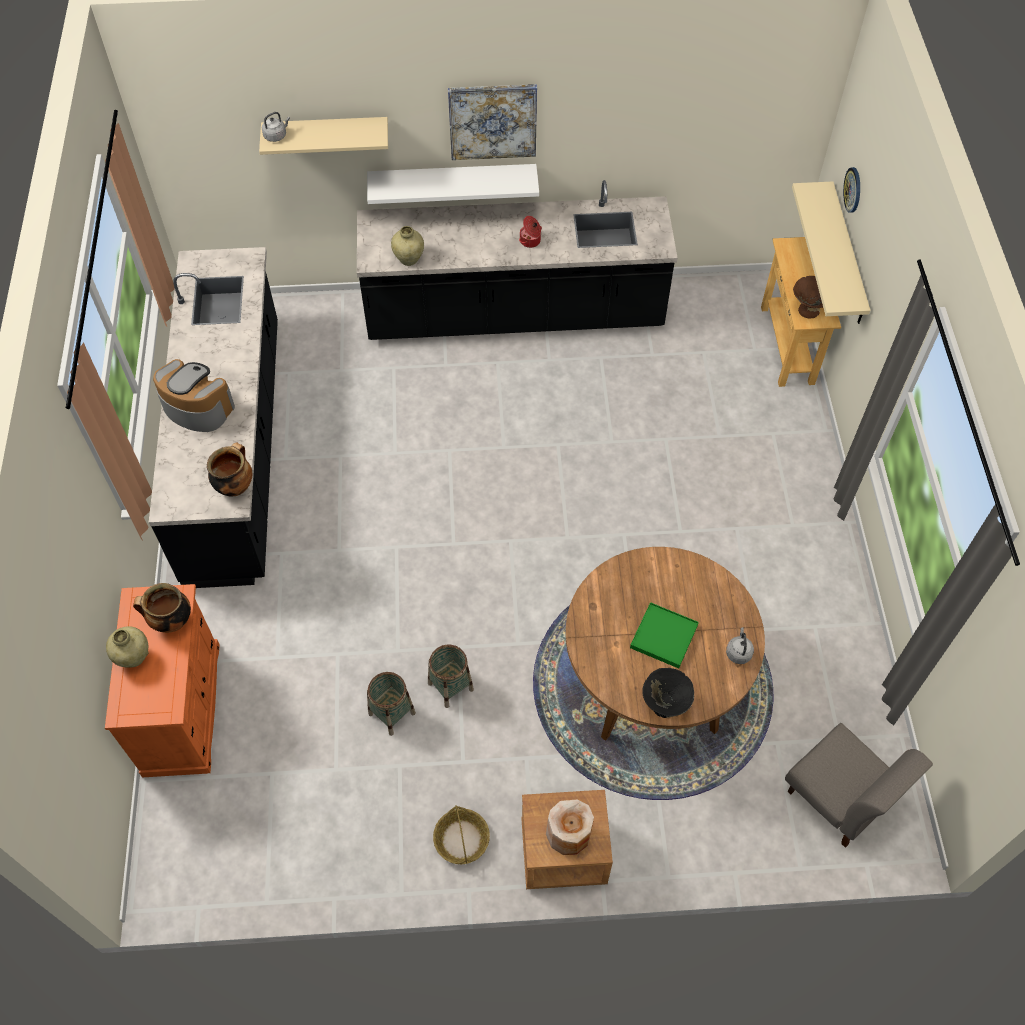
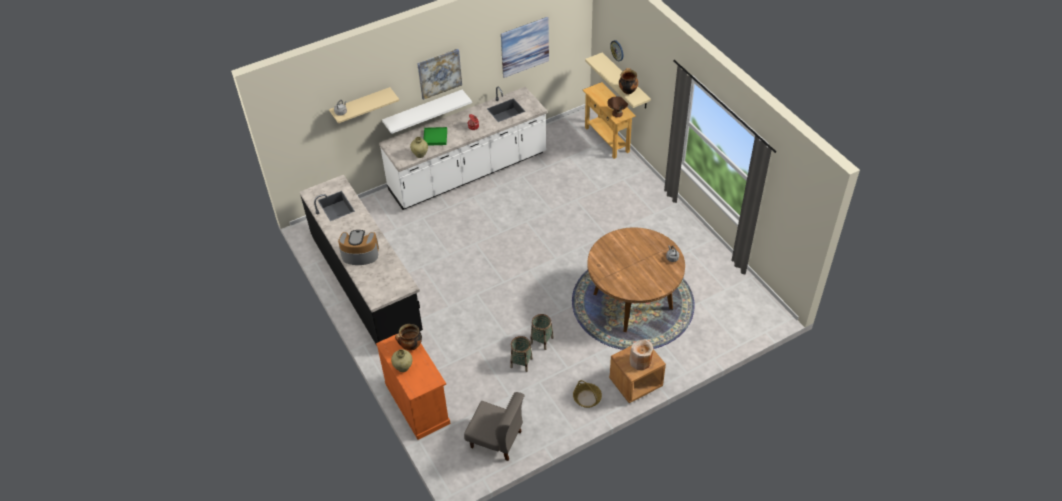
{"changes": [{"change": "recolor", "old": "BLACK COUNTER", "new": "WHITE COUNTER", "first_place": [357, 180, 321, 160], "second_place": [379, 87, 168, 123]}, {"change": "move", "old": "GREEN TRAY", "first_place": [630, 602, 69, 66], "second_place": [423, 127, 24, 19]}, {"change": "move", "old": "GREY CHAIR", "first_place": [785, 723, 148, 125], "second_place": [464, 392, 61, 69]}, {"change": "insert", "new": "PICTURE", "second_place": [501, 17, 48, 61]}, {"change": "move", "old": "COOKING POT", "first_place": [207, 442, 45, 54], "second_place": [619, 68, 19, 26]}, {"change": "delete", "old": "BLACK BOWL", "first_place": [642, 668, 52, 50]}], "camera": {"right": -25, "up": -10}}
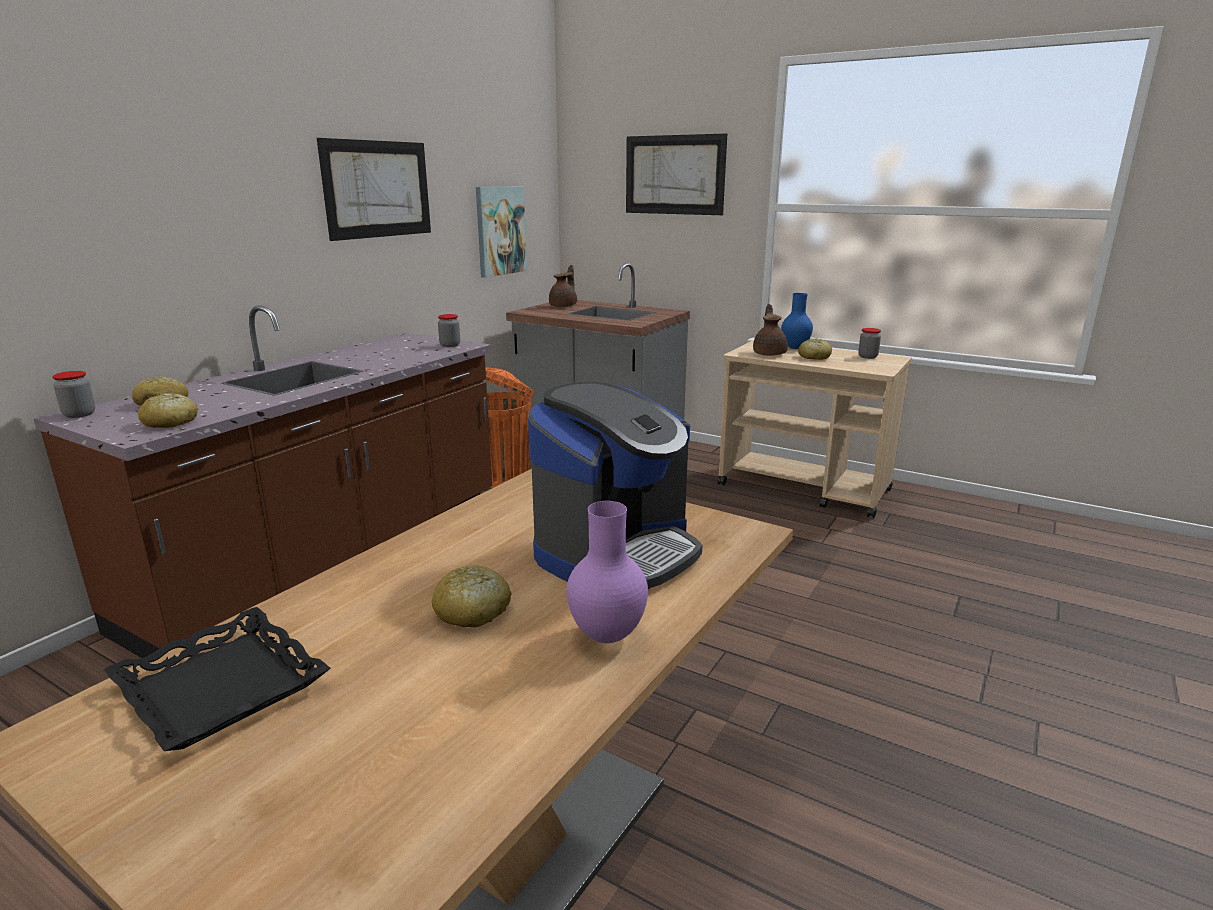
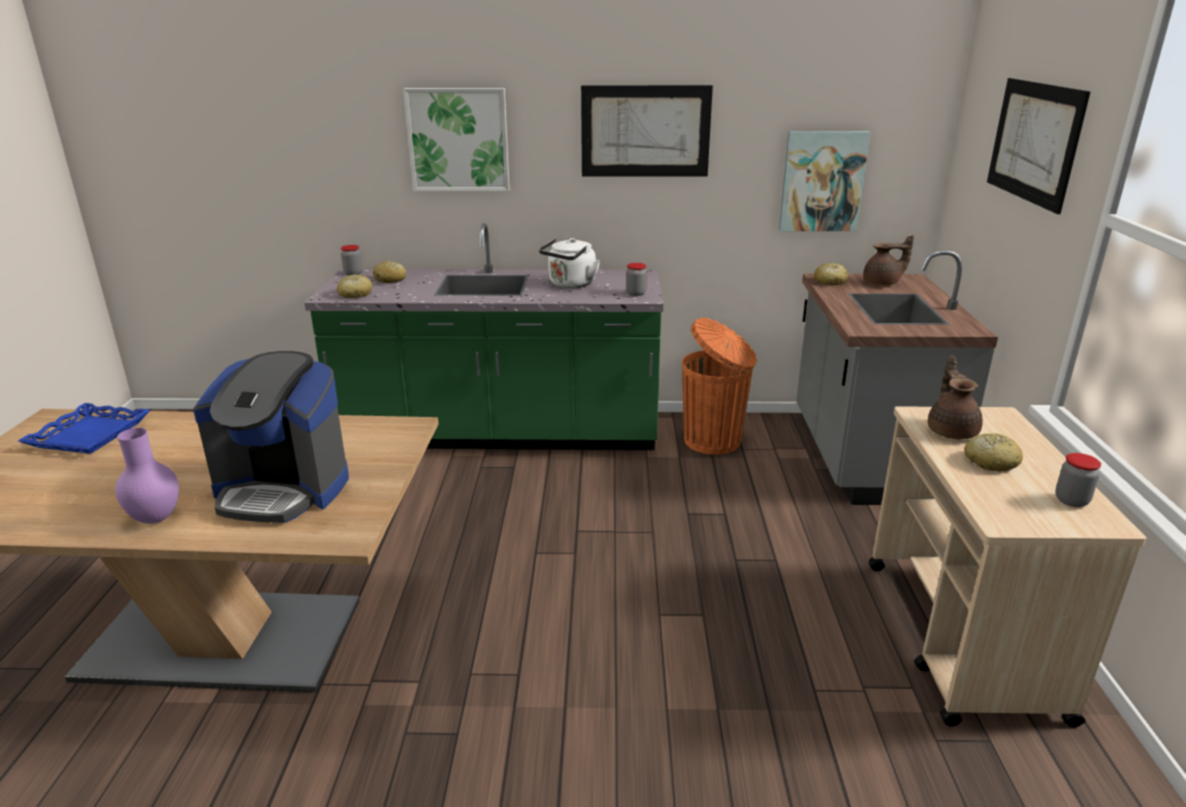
{"changes": [{"change": "recolor", "old": "BLACK TRAY", "new": "BLUE TRAY", "first_place": [103, 607, 228, 144], "second_place": [18, 403, 132, 51]}, {"change": "recolor", "old": "BROWN COUNTER", "new": "GREEN COUNTER", "first_place": [34, 305, 458, 353], "second_place": [305, 223, 358, 227]}, {"change": "insert", "new": "PICTURE", "second_place": [403, 88, 107, 103]}, {"change": "insert", "new": "WHITE KETTLE", "second_place": [539, 238, 61, 50]}, {"change": "move", "old": "BREAD", "first_place": [432, 565, 80, 63], "second_place": [814, 262, 34, 23]}, {"change": "rotate", "old": "BROWN TEAPOT", "first_place": [753, 304, 35, 52], "second_place": [928, 356, 55, 83], "degrees": -60}, {"change": "delete", "old": "BLUE VASE", "first_place": [781, 293, 32, 56]}], "camera": {"right": 60, "up": 5}}
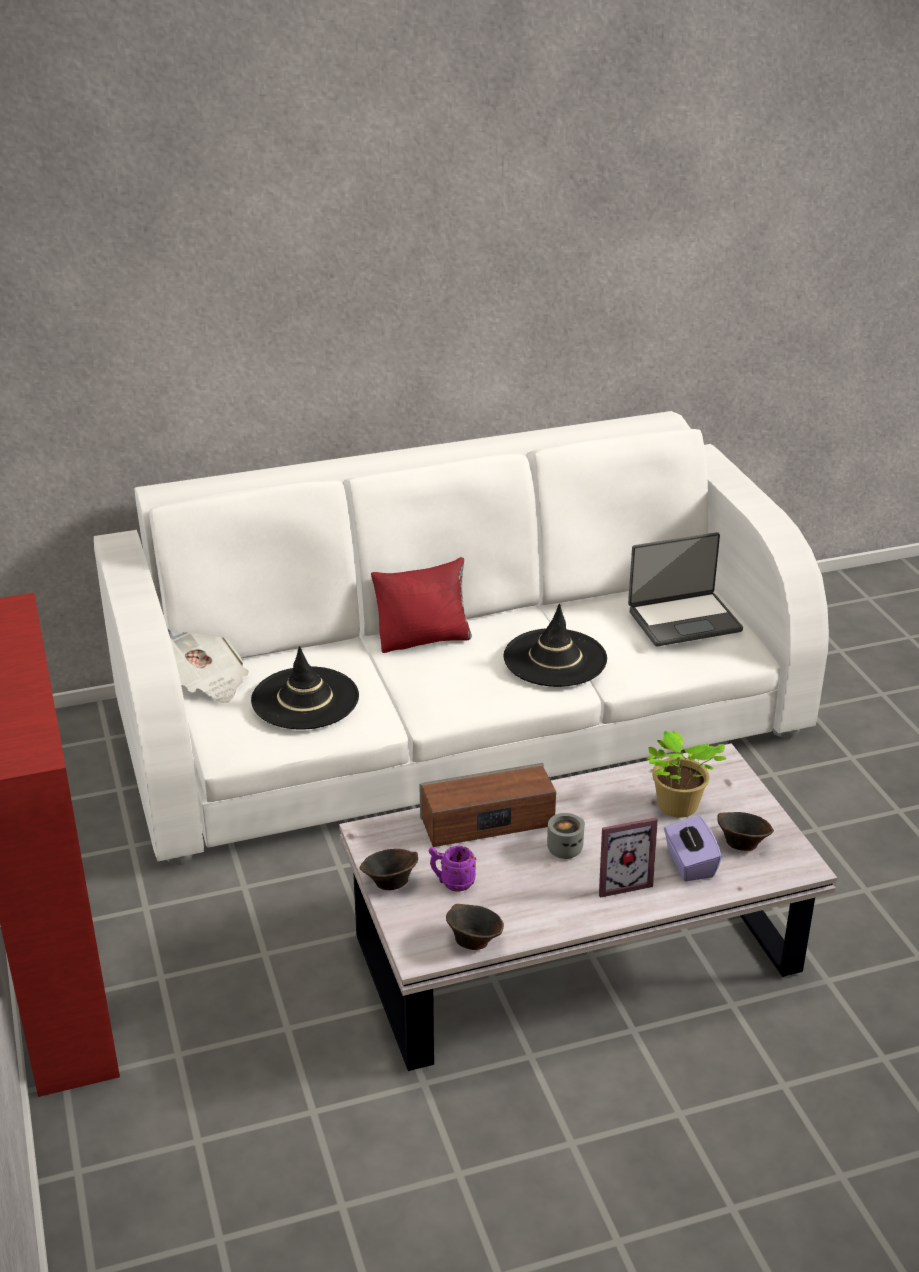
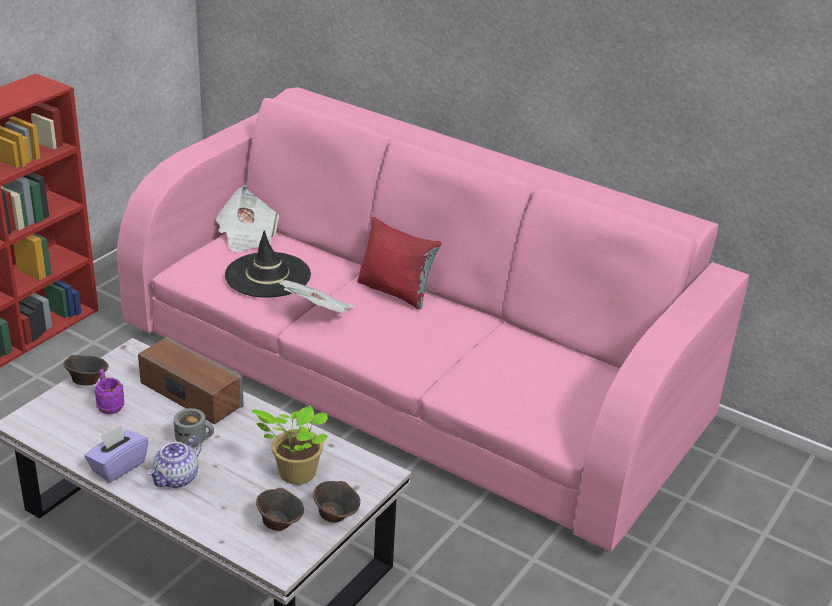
{"changes": [{"change": "move", "old": "PURPLE TISSUE BOX", "first_place": [664, 816, 58, 65], "second_place": [85, 426, 64, 56]}, {"change": "recolor", "old": "WHITE SOFA", "new": "PINK SOFA", "first_place": [94, 411, 735, 454], "second_place": [117, 87, 632, 465]}, {"change": "replace", "old": "PICTURE FRAME", "new": "TEAPOT", "first_place": [599, 818, 59, 80], "second_place": [147, 436, 55, 52]}, {"change": "insert", "new": "NEWSPAPER", "second_place": [279, 280, 76, 33]}, {"change": "move", "old": "BROWN BOWL", "first_place": [446, 904, 58, 46], "second_place": [313, 481, 47, 42]}, {"change": "delete", "old": "BLACK HAT", "first_place": [503, 604, 104, 83]}, {"change": "delete", "old": "LAPTOP", "first_place": [628, 532, 115, 115]}], "camera": {"right": 50, "up": 0}}
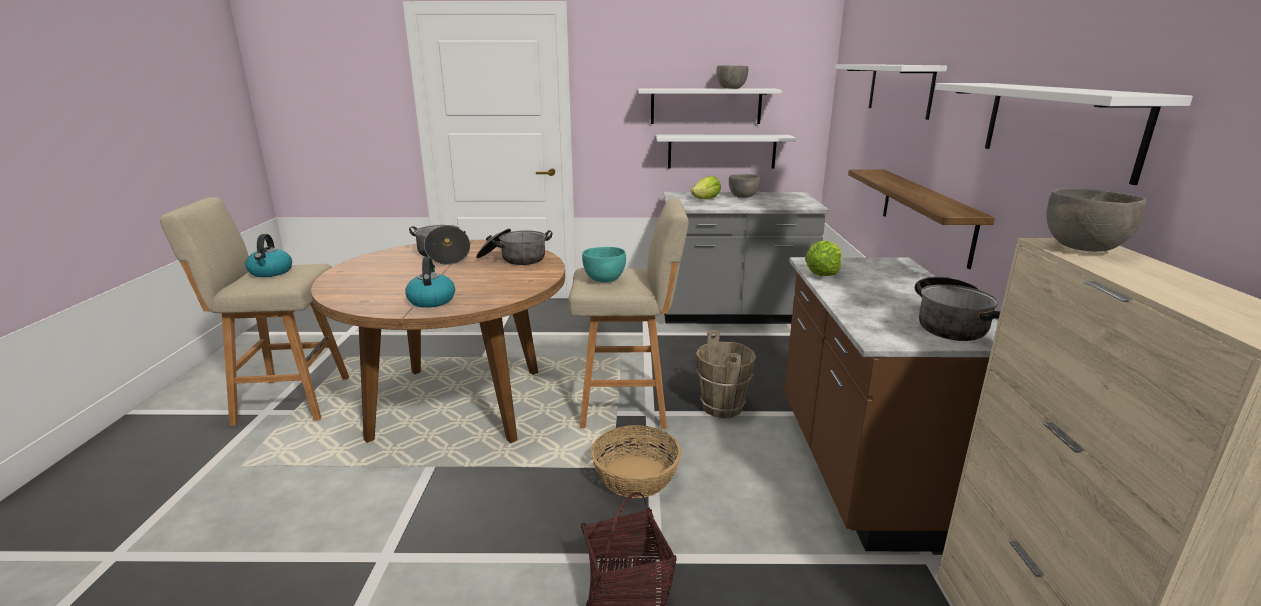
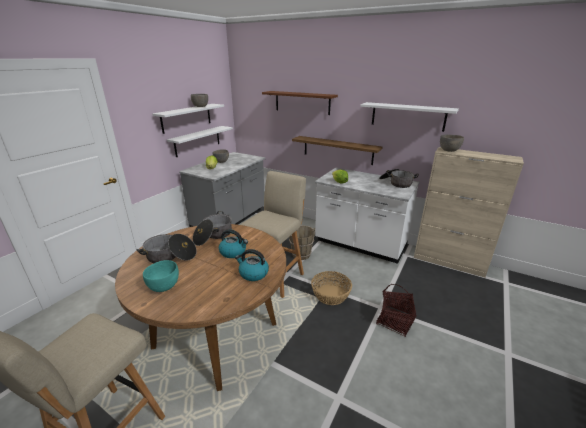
{"changes": [{"change": "move", "old": "TURQUOISE BOWL", "first_place": [582, 247, 44, 35], "second_place": [143, 260, 36, 32]}, {"change": "move", "old": "KETTLE", "first_place": [245, 234, 47, 43], "second_place": [219, 229, 29, 29]}, {"change": "recolor", "old": "WHITE SHELF", "new": "BROWN SHELF", "first_place": [836, 64, 111, 56], "second_place": [262, 91, 76, 24]}, {"change": "recolor", "old": "BROWN COUNTER", "new": "WHITE COUNTER", "first_place": [784, 257, 214, 295], "second_place": [315, 167, 105, 97]}], "camera": {"right": -60, "up": 5}}
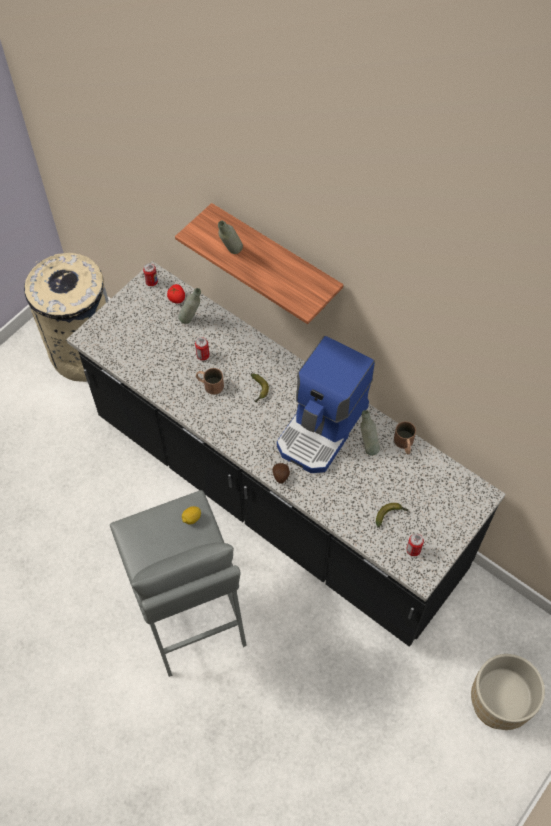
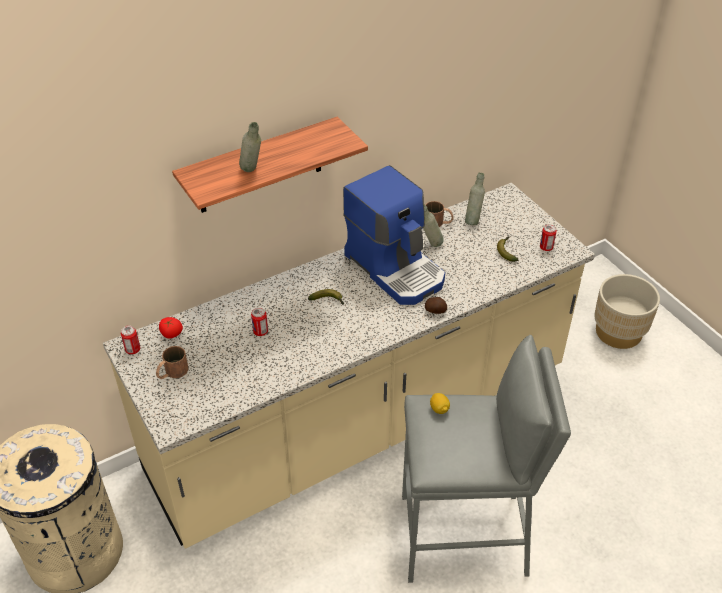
{"changes": [{"change": "recolor", "old": "BLACK COUNTER", "new": "BEIGE COUNTER", "first_place": [66, 261, 439, 386], "second_place": [103, 183, 492, 366]}, {"change": "move", "old": "BROWN MUG", "first_place": [196, 368, 28, 27], "second_place": [156, 346, 32, 33]}, {"change": "move", "old": "GREY BOTTLE", "first_place": [178, 288, 23, 36], "second_place": [465, 172, 20, 53]}], "camera": {"right": -70, "up": -15}}
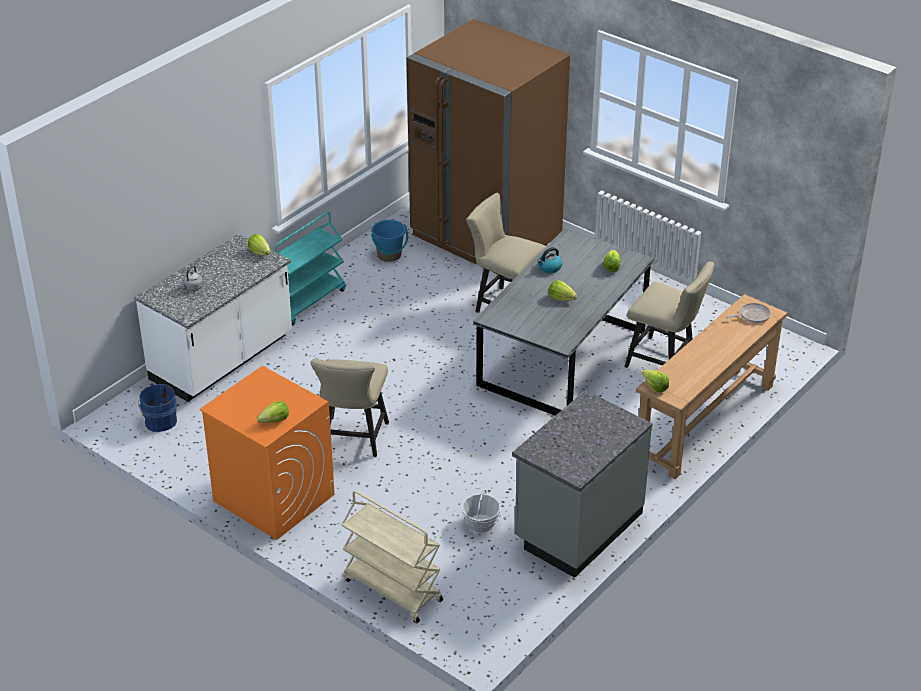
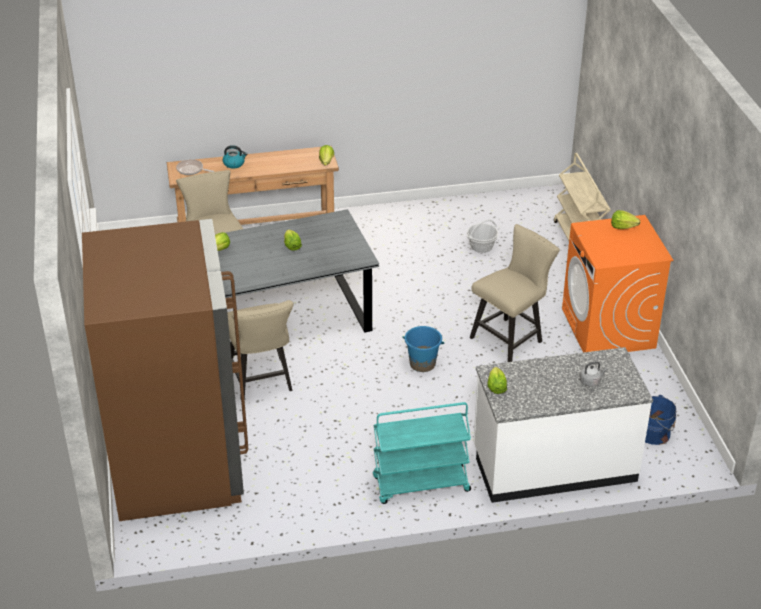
{"changes": [{"change": "move", "old": "KETTLE", "first_place": [537, 247, 25, 26], "second_place": [223, 145, 24, 24]}, {"change": "move", "old": "BLUE BUCKET", "first_place": [371, 220, 37, 42], "second_place": [403, 326, 41, 46]}, {"change": "delete", "old": "GREY COUNTER", "first_place": [512, 390, 140, 188]}], "camera": {"right": -140, "up": 0}}
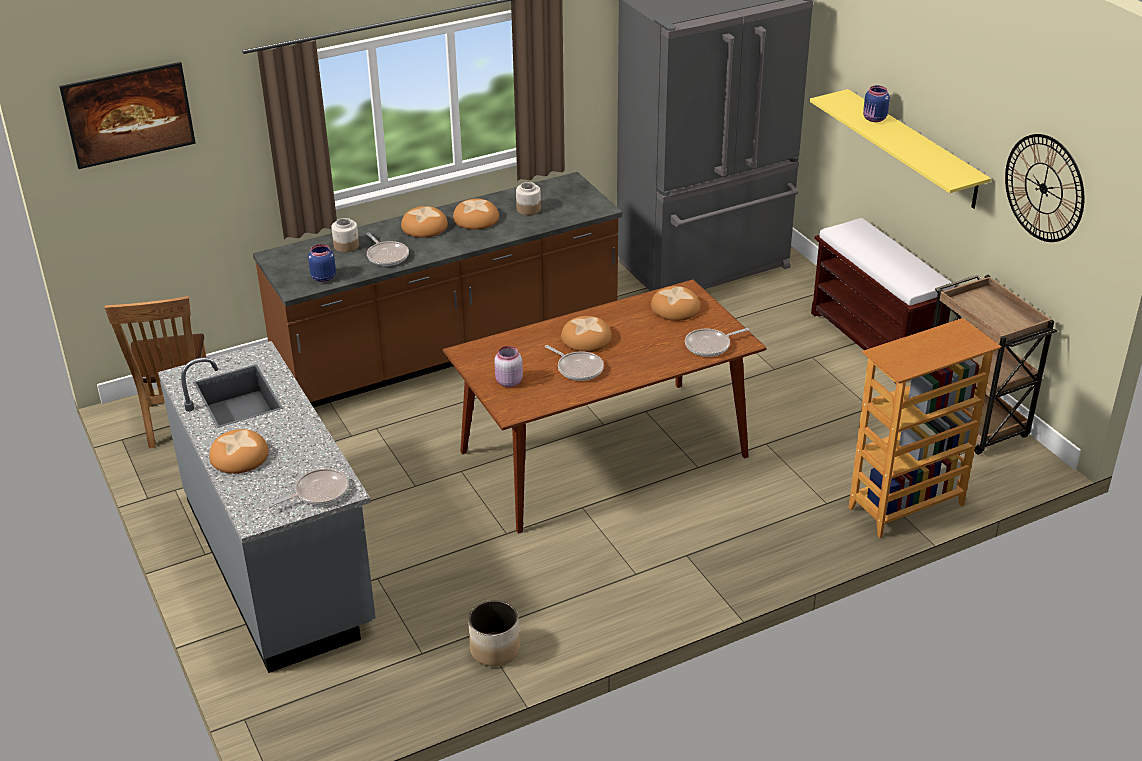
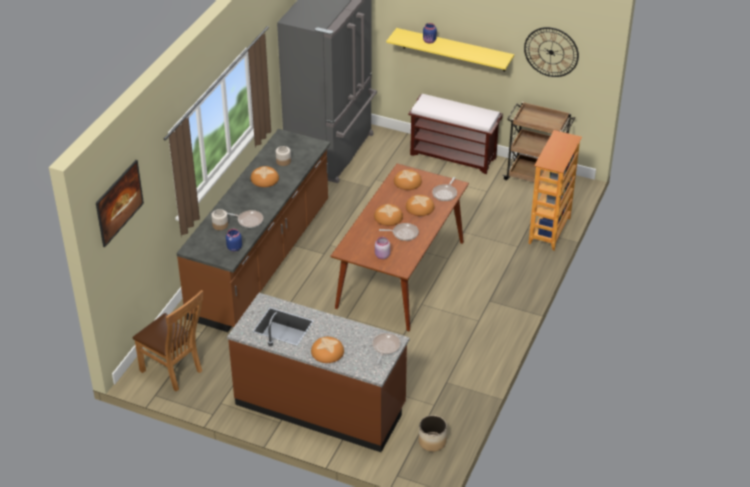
{"changes": [{"change": "recolor", "old": "GREY COUNTER", "new": "BROWN COUNTER", "first_place": [158, 341, 218, 332], "second_place": [227, 293, 183, 159]}, {"change": "move", "old": "BREAD", "first_place": [401, 206, 47, 32], "second_place": [406, 195, 29, 21]}, {"change": "move", "old": "PLANTER", "first_place": [468, 600, 52, 66], "second_place": [419, 415, 28, 37]}], "camera": {"right": -40, "up": 5}}
